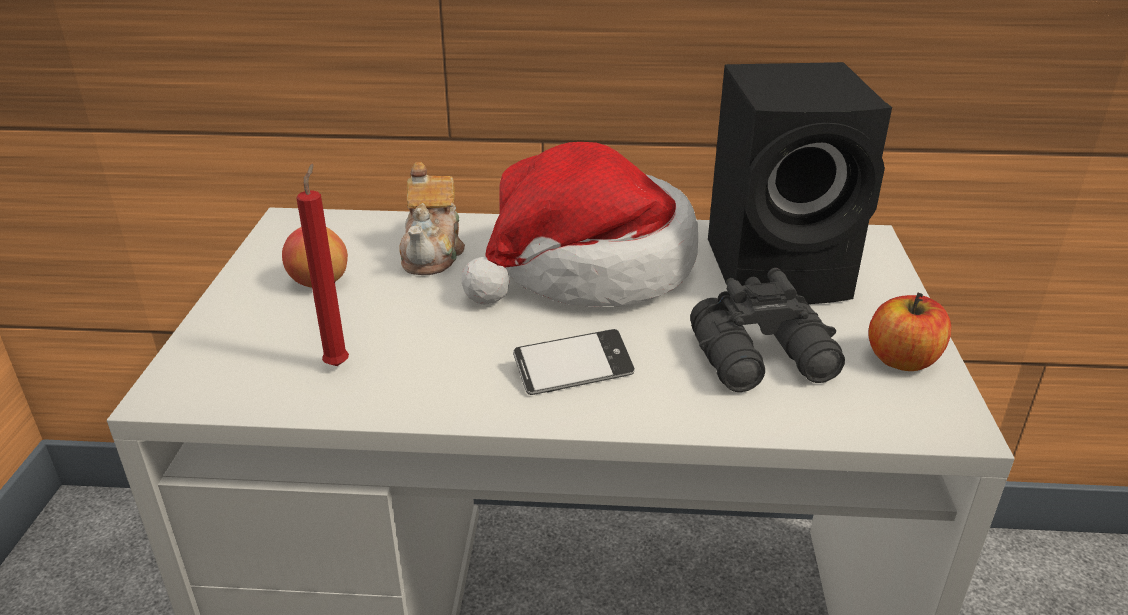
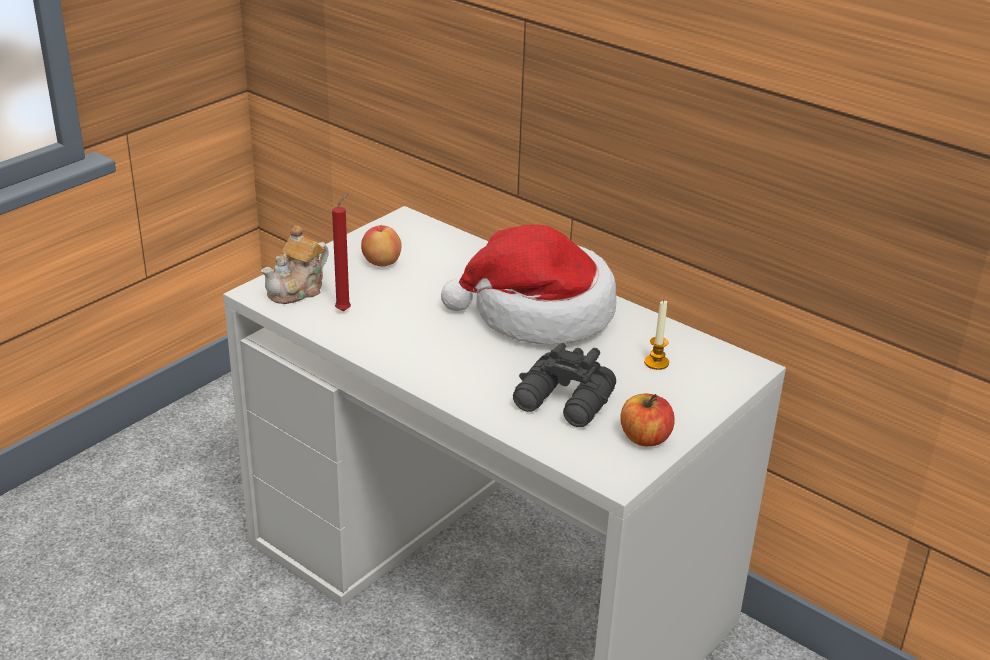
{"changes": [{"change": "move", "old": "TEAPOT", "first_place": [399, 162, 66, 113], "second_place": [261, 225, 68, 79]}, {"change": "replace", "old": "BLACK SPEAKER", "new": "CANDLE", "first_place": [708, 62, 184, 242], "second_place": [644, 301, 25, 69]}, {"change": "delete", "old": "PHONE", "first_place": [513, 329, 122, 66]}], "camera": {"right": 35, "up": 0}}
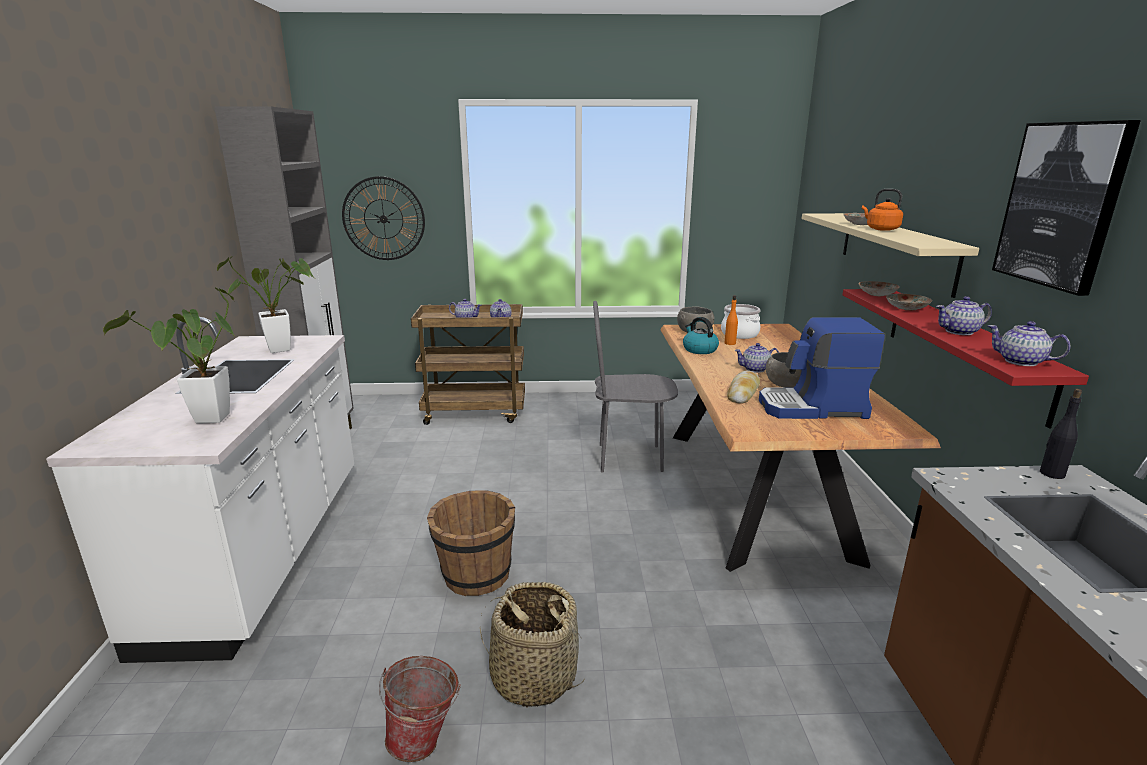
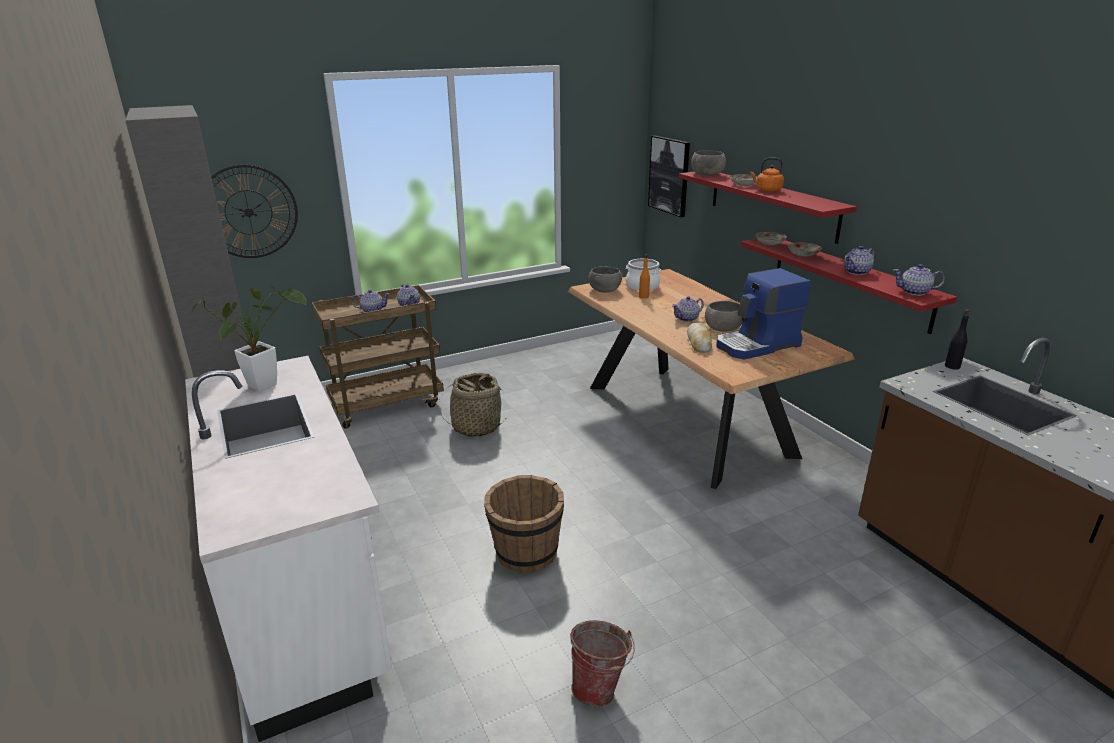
{"changes": [{"change": "move", "old": "BASKET", "first_place": [480, 582, 105, 125], "second_place": [439, 372, 68, 65]}, {"change": "move", "old": "PICTURE", "first_place": [992, 120, 149, 176], "second_place": [648, 136, 42, 81]}, {"change": "recolor", "old": "BEIGE SHELF", "new": "RED SHELF", "first_place": [802, 213, 177, 85], "second_place": [679, 172, 178, 72]}, {"change": "insert", "new": "GREY BOWL", "second_place": [691, 150, 35, 26]}, {"change": "delete", "old": "POTTED PLANT", "first_place": [103, 287, 132, 137]}, {"change": "delete", "old": "GREY CHAIR", "first_place": [593, 301, 85, 171]}, {"change": "delete", "old": "KETTLE", "first_place": [683, 317, 36, 37]}], "camera": {"right": -25, "up": 5}}
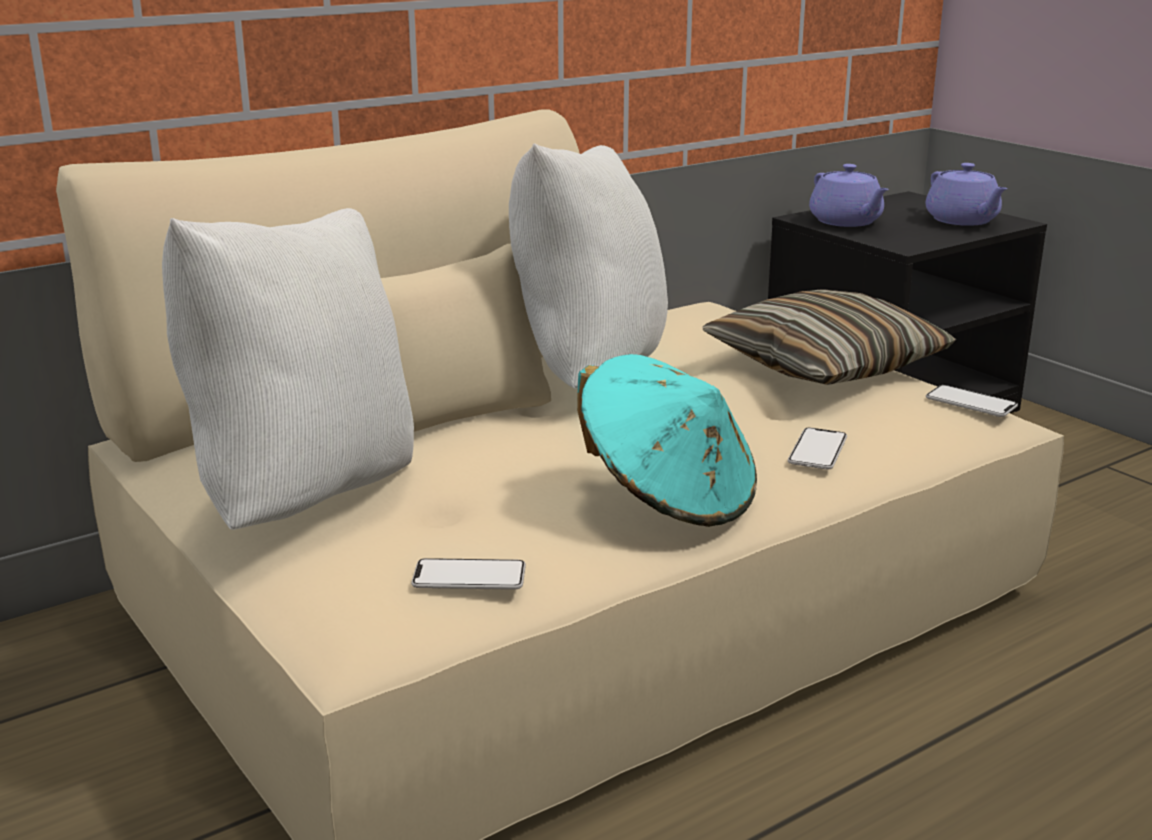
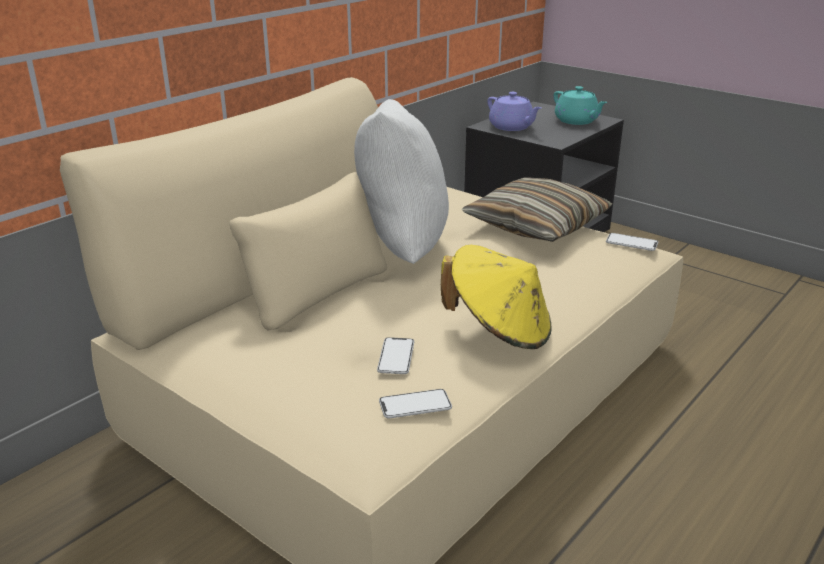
{"changes": [{"change": "move", "old": "PHONE", "first_place": [788, 428, 59, 42], "second_place": [377, 337, 37, 37]}, {"change": "recolor", "old": "TURQUOISE HAT", "new": "YELLOW HAT", "first_place": [577, 354, 180, 173], "second_place": [441, 245, 111, 104]}, {"change": "recolor", "old": "PURPLE TEAPOT", "new": "TURQUOISE TEAPOT", "first_place": [926, 163, 82, 63], "second_place": [554, 86, 54, 39]}, {"change": "delete", "old": "WHITE PILLOW", "first_place": [162, 208, 252, 322]}], "camera": {"right": -15, "up": 5}}
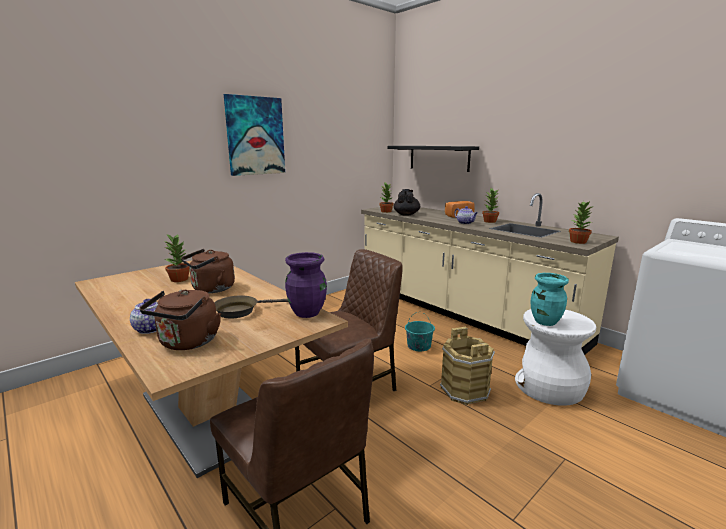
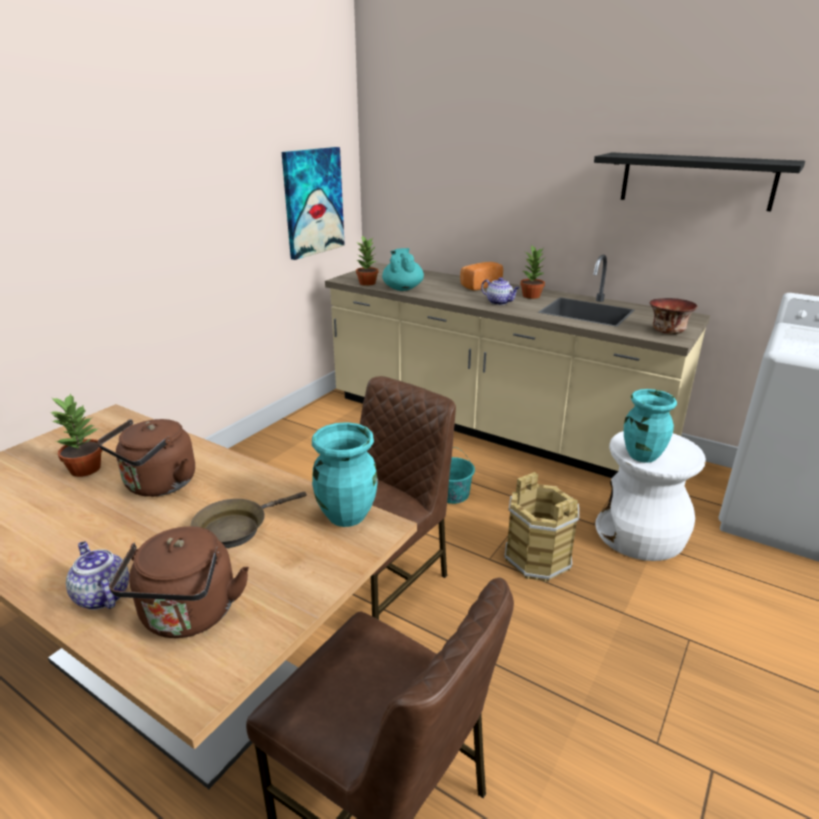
{"changes": [{"change": "move", "old": "PICTURE", "first_place": [224, 94, 61, 82], "second_place": [282, 147, 63, 113]}, {"change": "recolor", "old": "PURPLE VASE", "new": "TURQUOISE VASE", "first_place": [285, 252, 42, 66], "second_place": [312, 422, 66, 105]}, {"change": "recolor", "old": "BLACK TEAPOT", "new": "TURQUOISE TEAPOT", "first_place": [394, 189, 26, 27], "second_place": [382, 248, 42, 43]}, {"change": "move", "old": "BLACK SHELF", "first_place": [387, 146, 92, 26], "second_place": [594, 153, 211, 58]}, {"change": "replace", "old": "POTTED PLANT", "new": "BOWL", "first_place": [569, 201, 23, 43], "second_place": [650, 298, 48, 36]}], "camera": {"right": -15, "up": 10}}
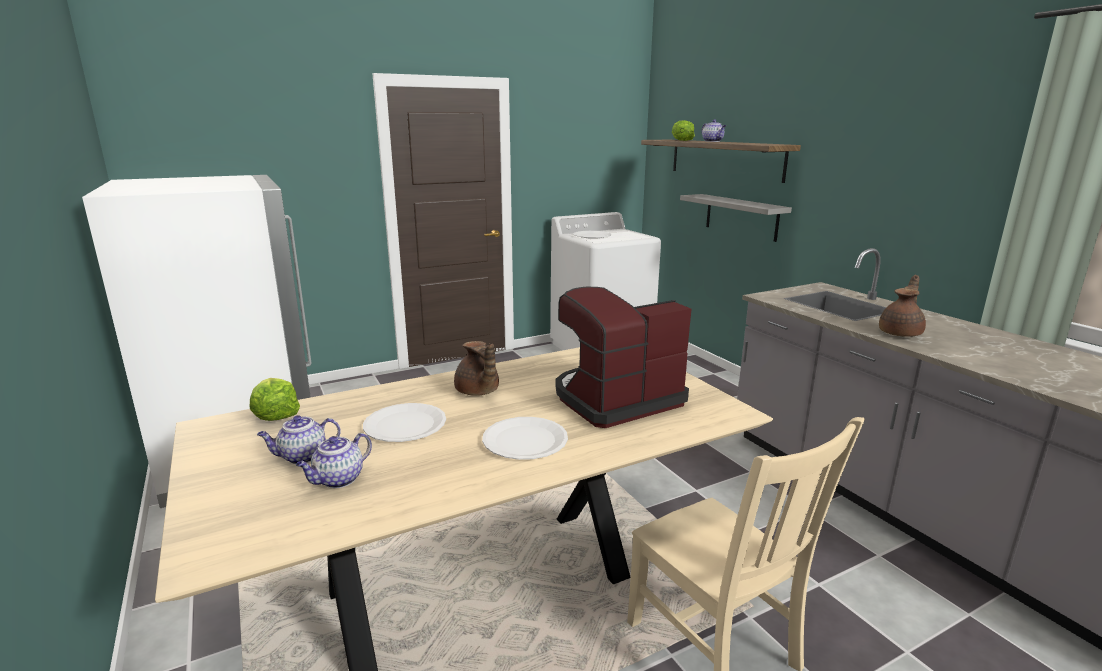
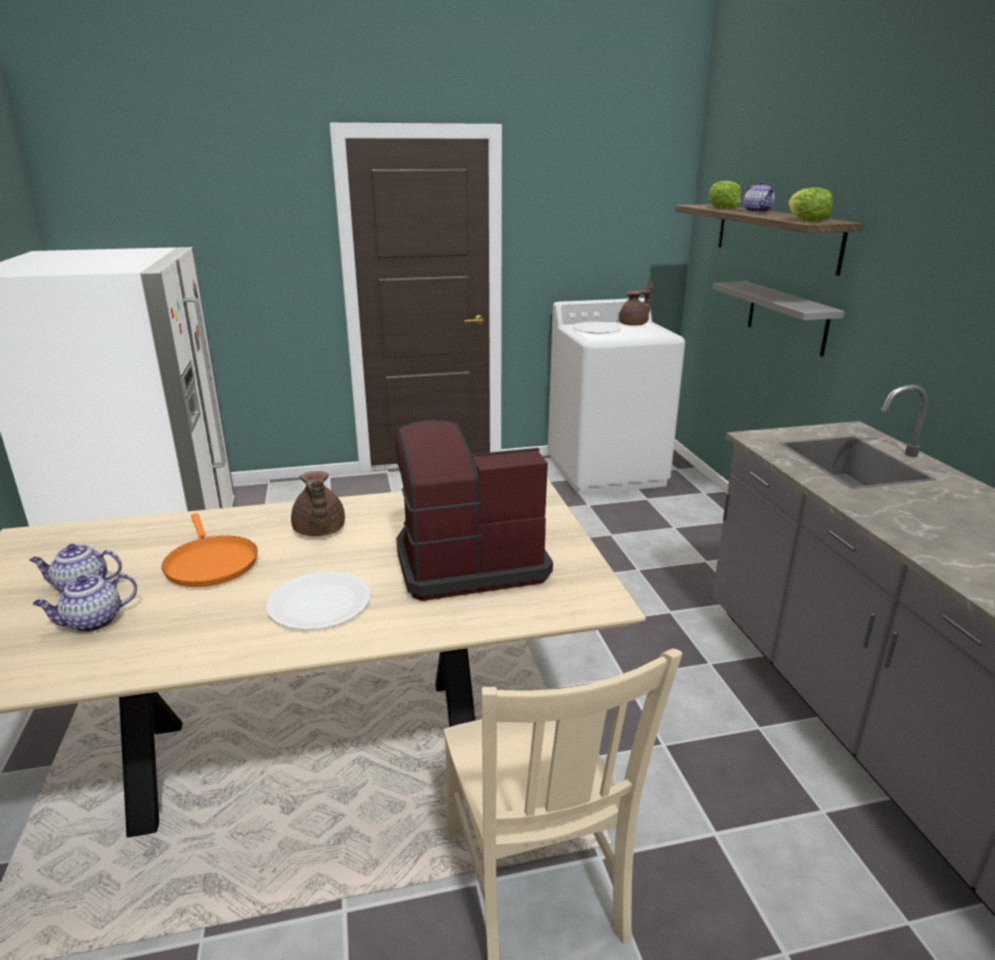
{"changes": [{"change": "replace", "old": "WHITE PLATE", "new": "ORANGE FRYING PAN", "first_place": [363, 403, 83, 39], "second_place": [162, 513, 96, 74]}, {"change": "move", "old": "BROWN TEAPOT", "first_place": [879, 275, 47, 62], "second_place": [619, 283, 34, 43]}, {"change": "move", "old": "LETTUCE", "first_place": [250, 378, 50, 43], "second_place": [788, 187, 45, 35]}], "camera": {"right": 15, "up": 5}}
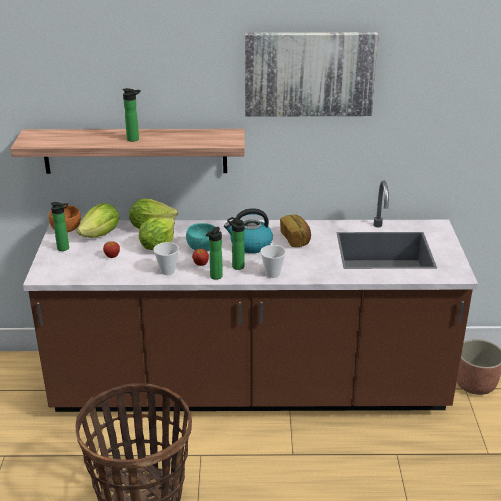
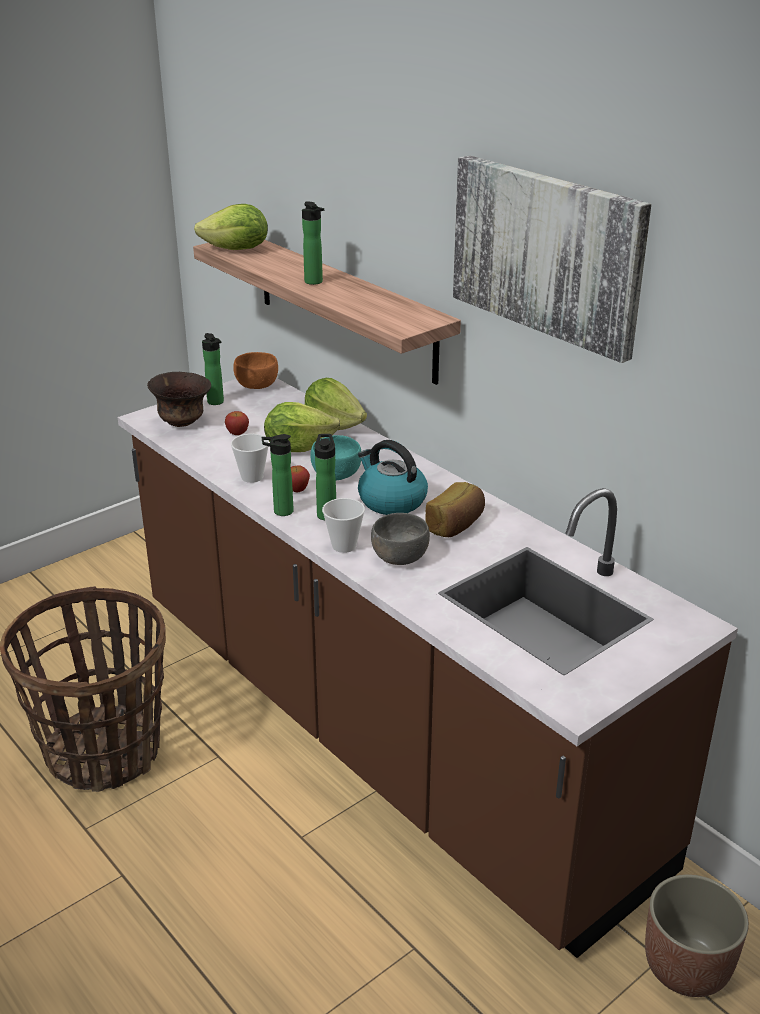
{"changes": [{"change": "insert", "new": "BROWN BOWL", "second_place": [147, 372, 64, 55]}, {"change": "move", "old": "LETTUCE", "first_place": [77, 203, 42, 35], "second_place": [194, 204, 74, 46]}, {"change": "insert", "new": "GREY BOWL", "second_place": [371, 513, 59, 52]}], "camera": {"right": 50, "up": 0}}
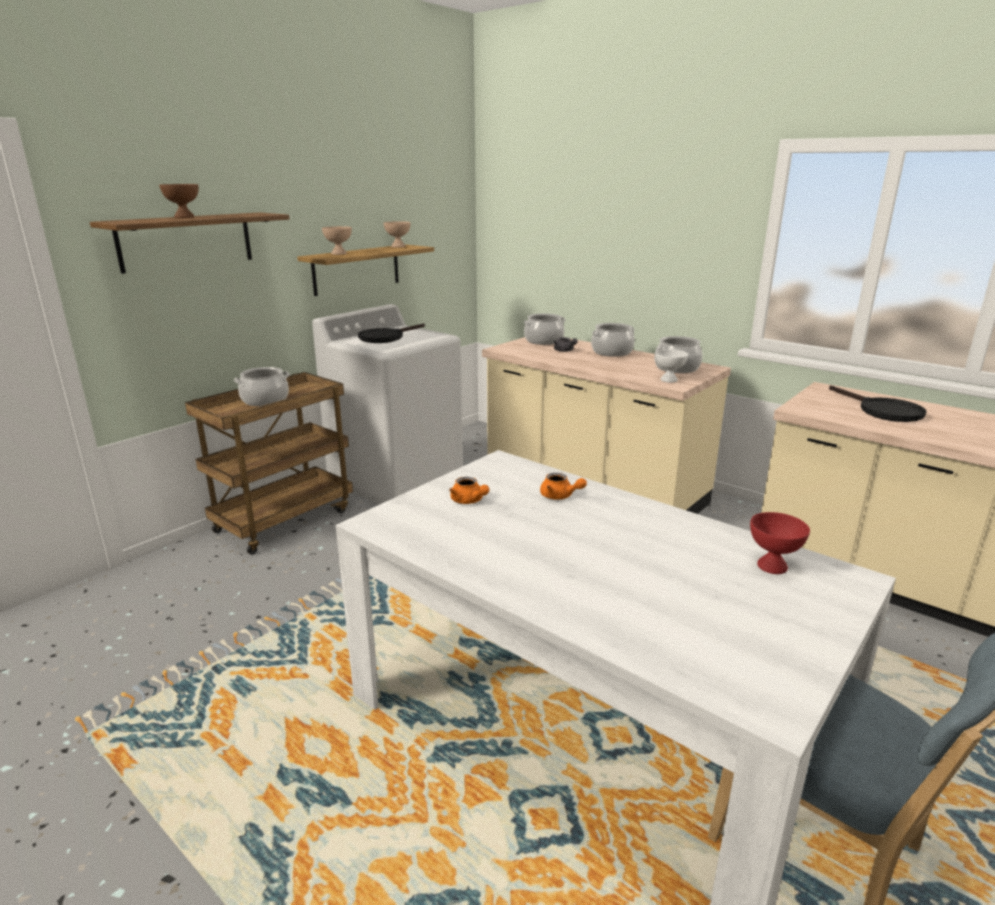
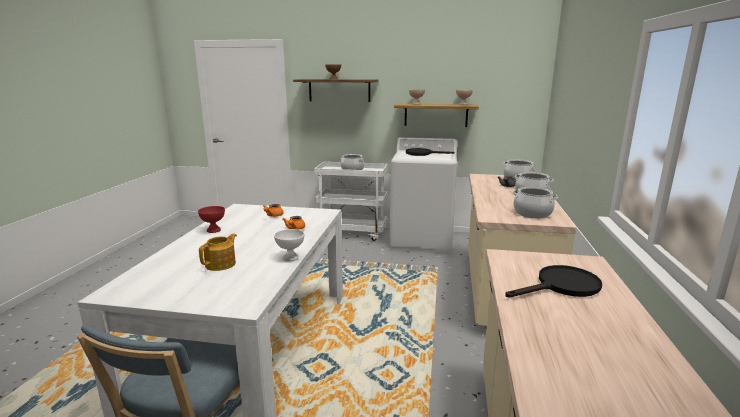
{"changes": [{"change": "move", "old": "RED BOWL", "first_place": [750, 512, 60, 62], "second_place": [198, 206, 27, 27]}, {"change": "insert", "new": "TEAPOT", "second_place": [199, 233, 38, 38]}, {"change": "move", "old": "WHITE BOWL", "first_place": [655, 349, 33, 34], "second_place": [274, 229, 30, 32]}, {"change": "recolor", "old": "BROWN CART", "new": "WHITE CART", "first_place": [185, 372, 168, 183], "second_place": [314, 162, 74, 79]}, {"change": "rotate", "old": "BLACK FRYING PAN", "first_place": [829, 385, 98, 37], "second_place": [505, 265, 97, 33], "degrees": -150}], "camera": {"right": 60, "up": -5}}
